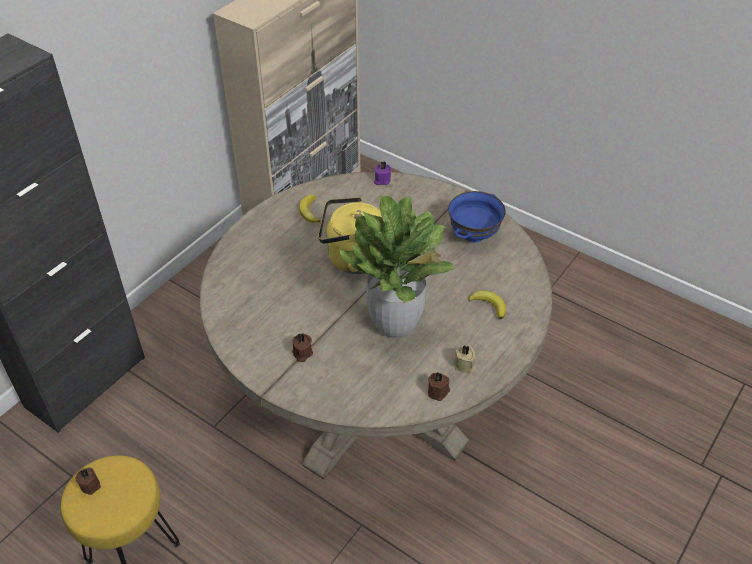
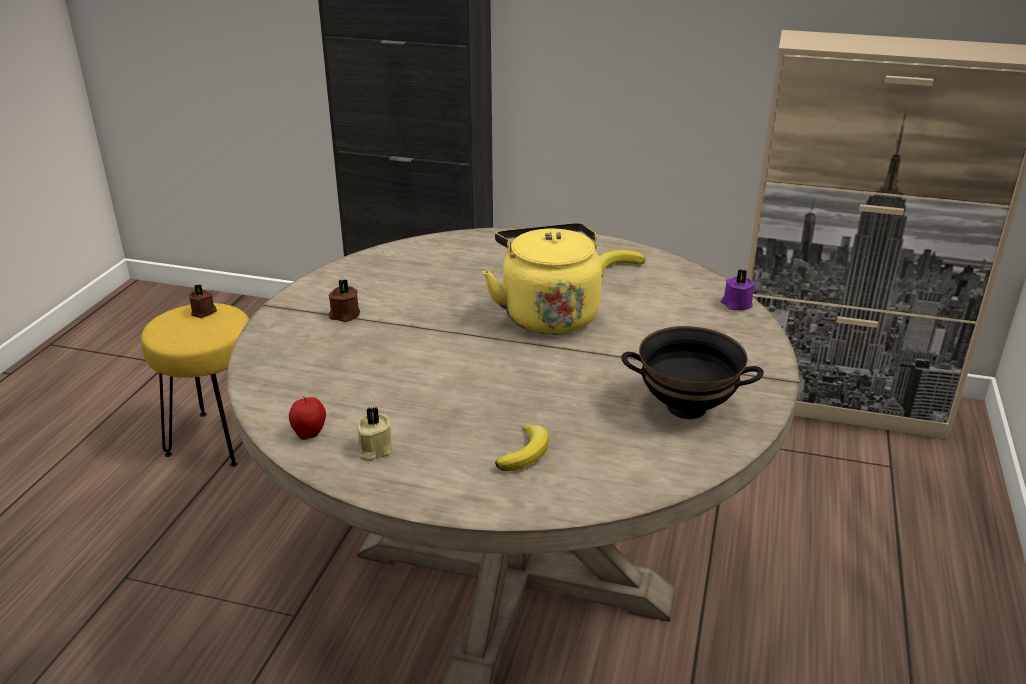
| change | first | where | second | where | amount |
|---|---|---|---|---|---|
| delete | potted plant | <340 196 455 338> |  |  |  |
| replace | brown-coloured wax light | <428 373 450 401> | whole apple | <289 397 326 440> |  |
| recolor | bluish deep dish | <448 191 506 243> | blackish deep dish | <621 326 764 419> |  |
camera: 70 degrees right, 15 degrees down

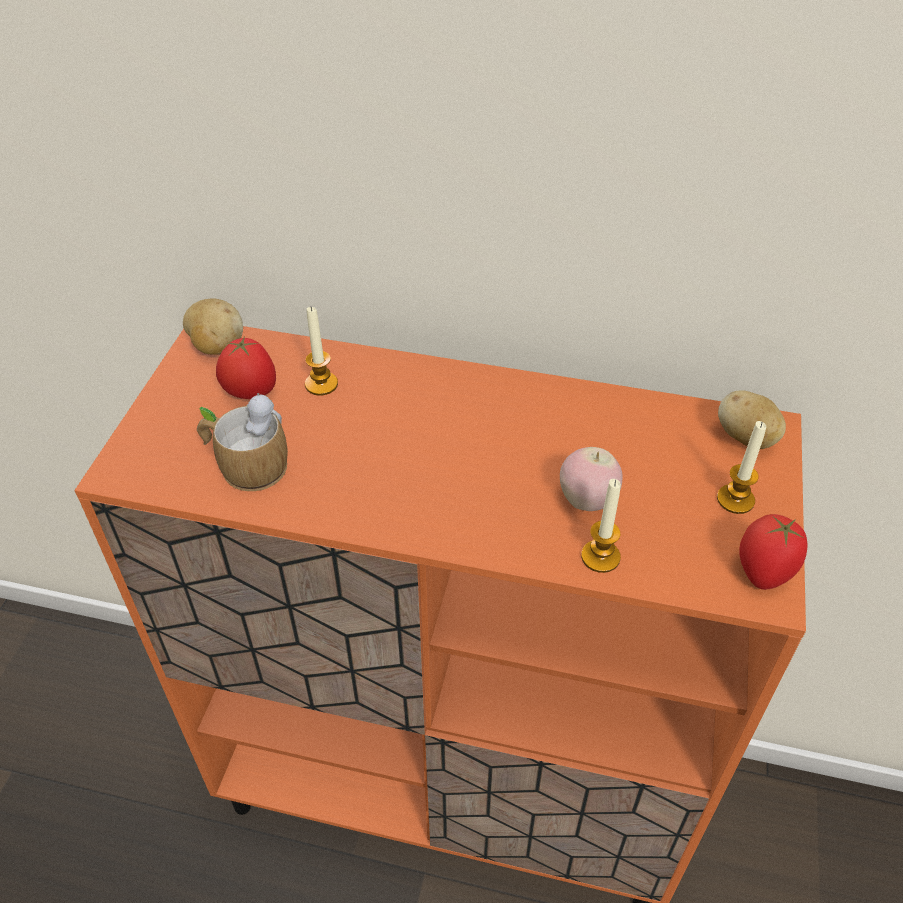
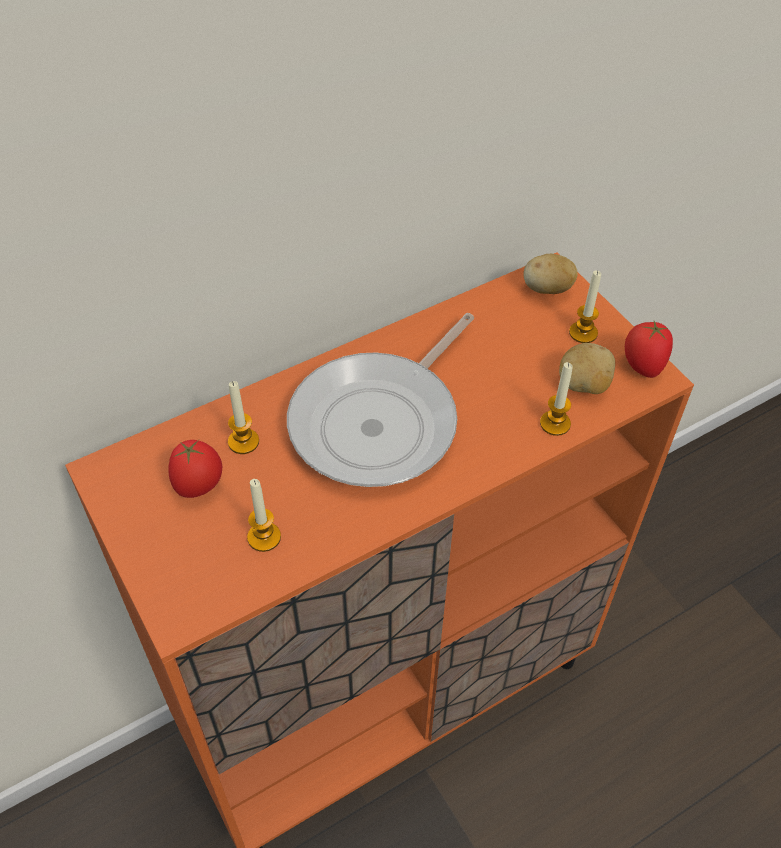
| change | first | where | second | where | amount |
|---|---|---|---|---|---|
| move | whole potato | <183 298 243 355> |  | <559 343 615 394> |  |
| replace | coffee mug | <197 393 288 491> | wax light | <247 479 281 552> |  |
| delete | whole apple | <560 447 623 511> |  |  |  |
| insert |  |  | skillet | <287 313 474 487> |  |
camera: 45 degrees left, 5 degrees up

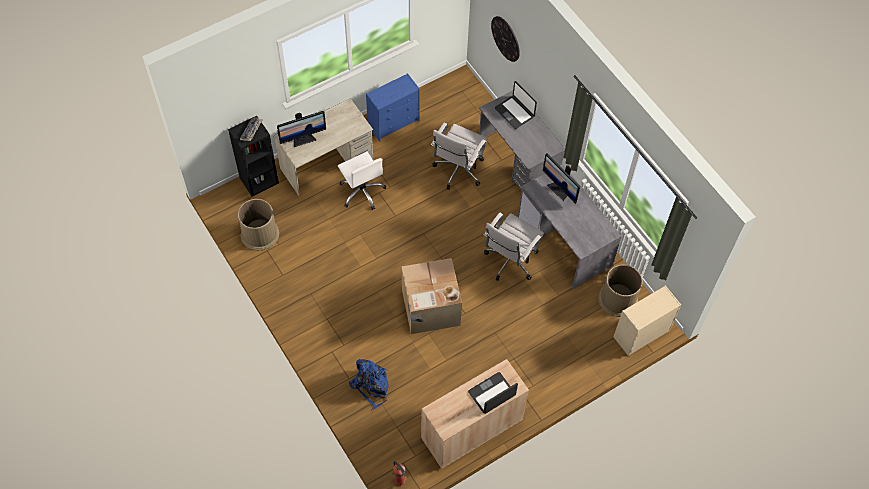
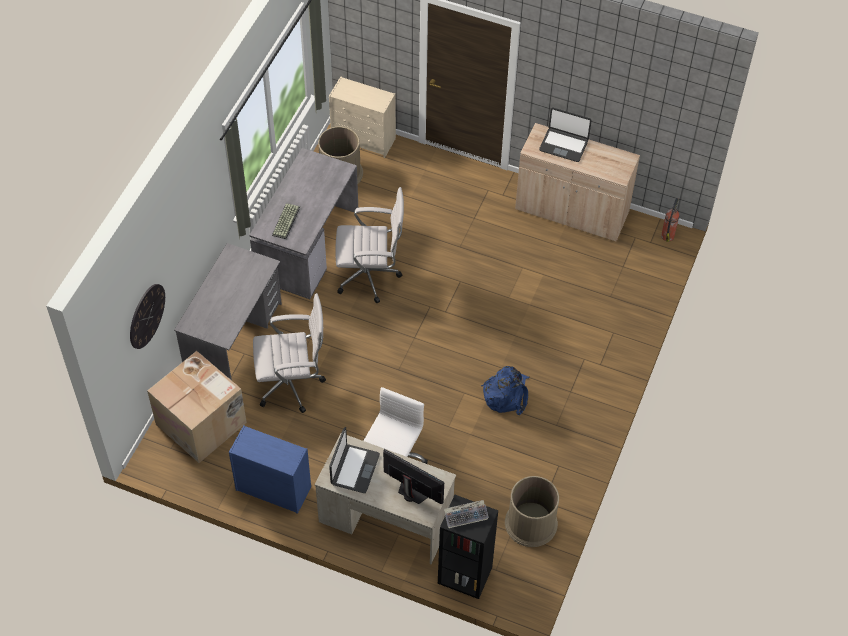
| change | first | where | second | where | amount |
|---|---|---|---|---|---|
| move | bluish backpack | <349 359 389 410> |  | <481 366 529 415> |  |
| move | packing box | <401 258 462 334> |  | <147 351 247 463> |  |
| move | laptop | <495 81 537 129> |  | <329 427 380 493> |  |
| replace | computer display | <543 154 580 204> | PC keyboard | <272 203 300 239> |  |
camera: 125 degrees left, 5 degrees down

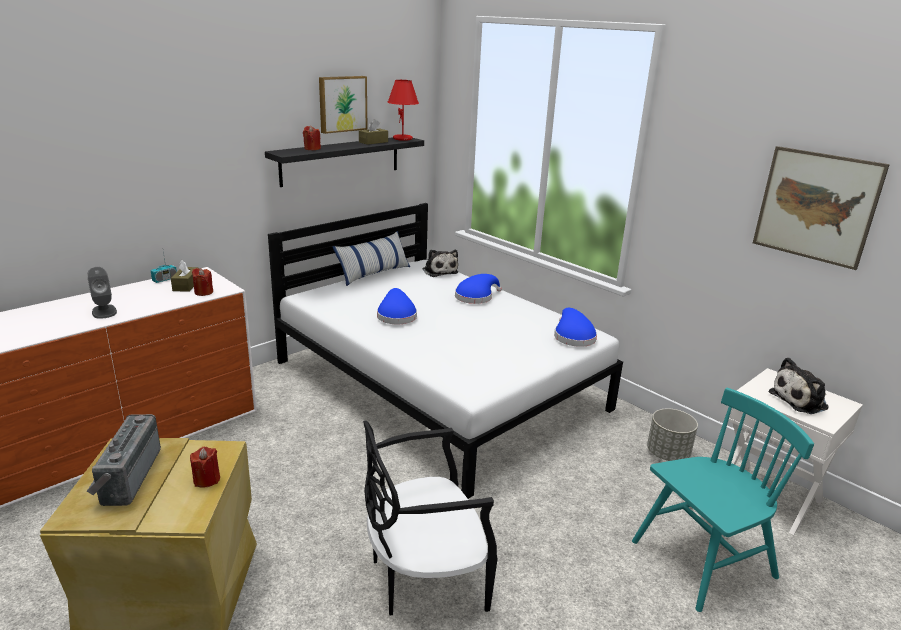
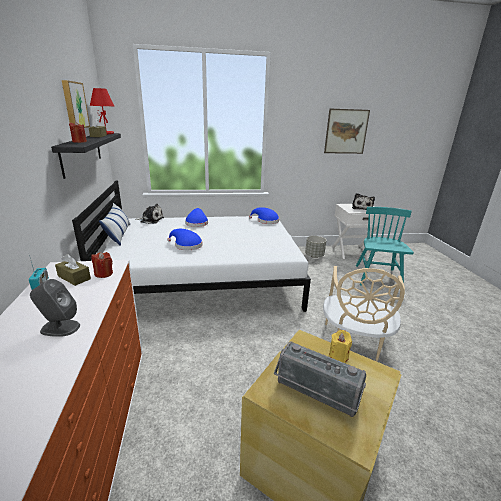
| change | first | where | second | where | amount |
|---|---|---|---|---|---|
| recolor | red wax light | <190 447 220 488> | yellowish wax light | <329 330 352 363> |  |
| recolor | blackish plain chair | <363 421 498 616> | beige plain chair | <323 266 405 362> |  |
camera: 55 degrees left, 0 degrees up

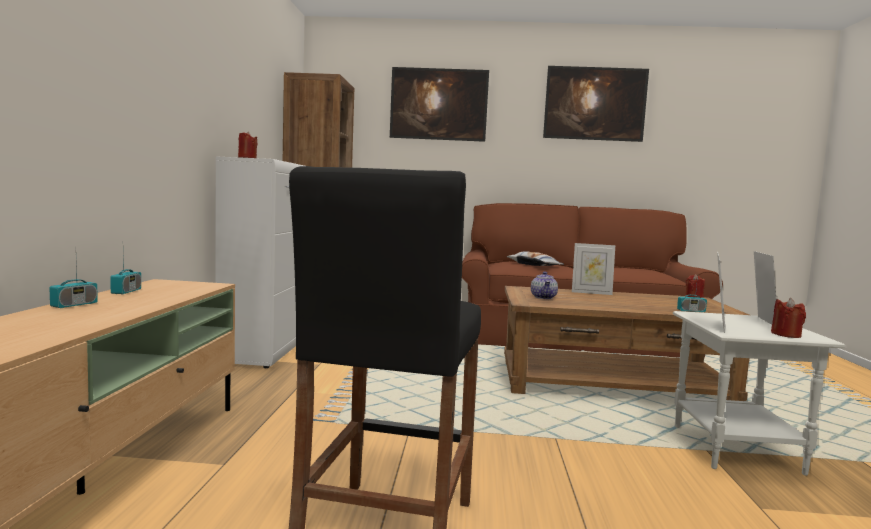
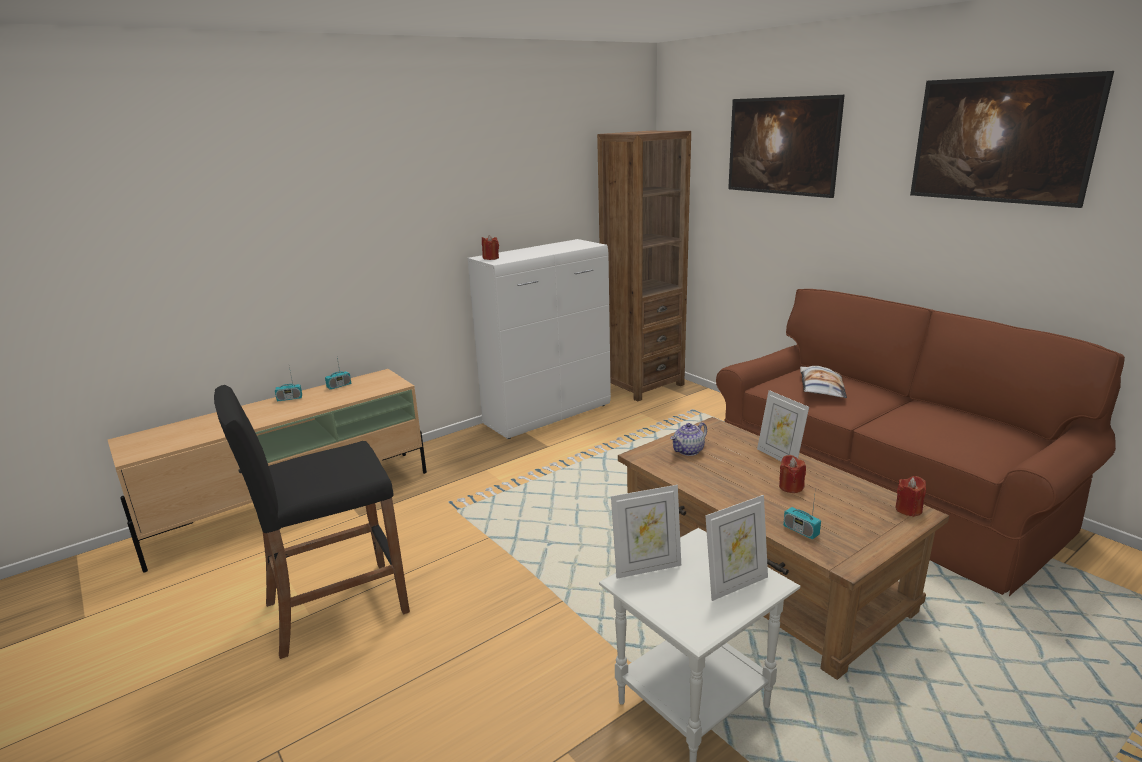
| change | first | where | second | where | amount |
|---|---|---|---|---|---|
| move | red wax light | <771 298 806 338> |  | <779 455 806 493> |  |
camera: 50 degrees right, 15 degrees up

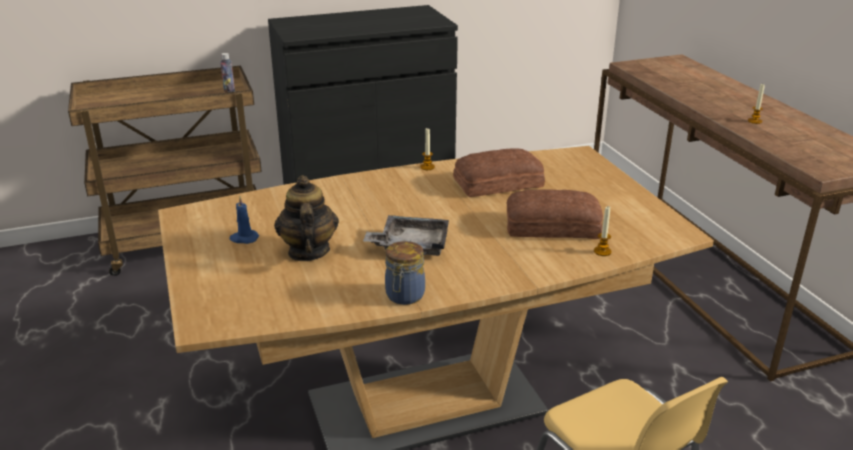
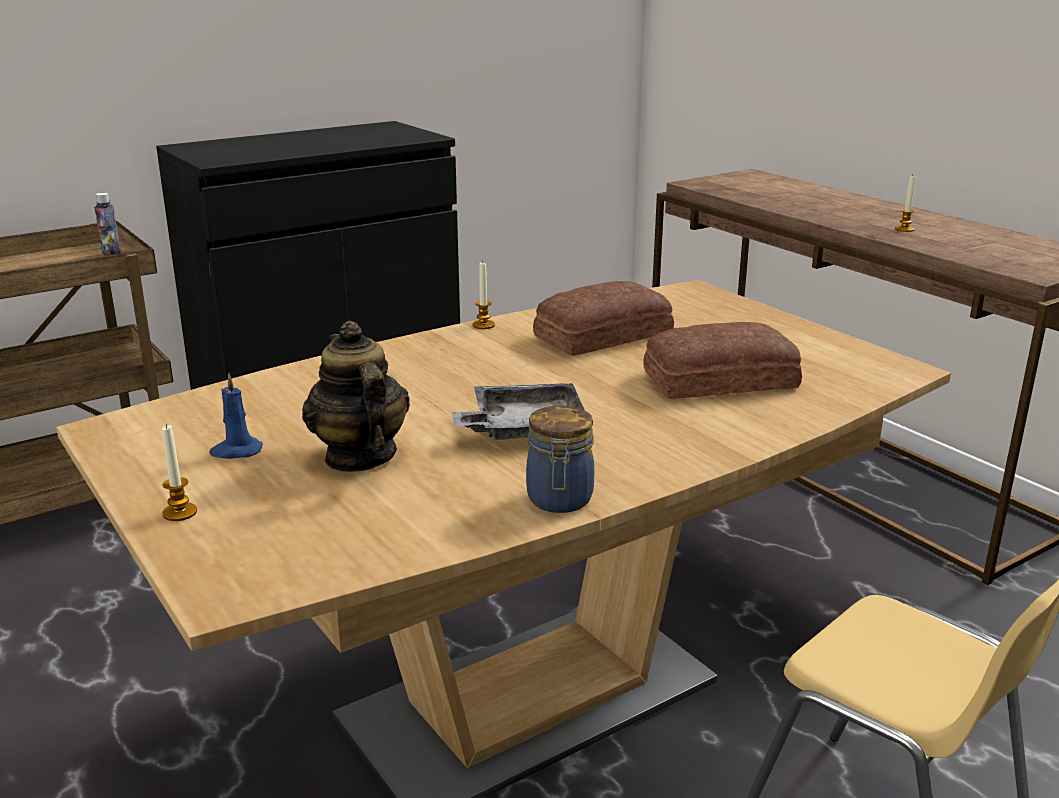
| change | first | where | second | where | amount |
|---|---|---|---|---|---|
| move | wax light | <594 206 612 256> |  | <162 424 197 521> |  |
camera: 15 degrees left, 5 degrees down

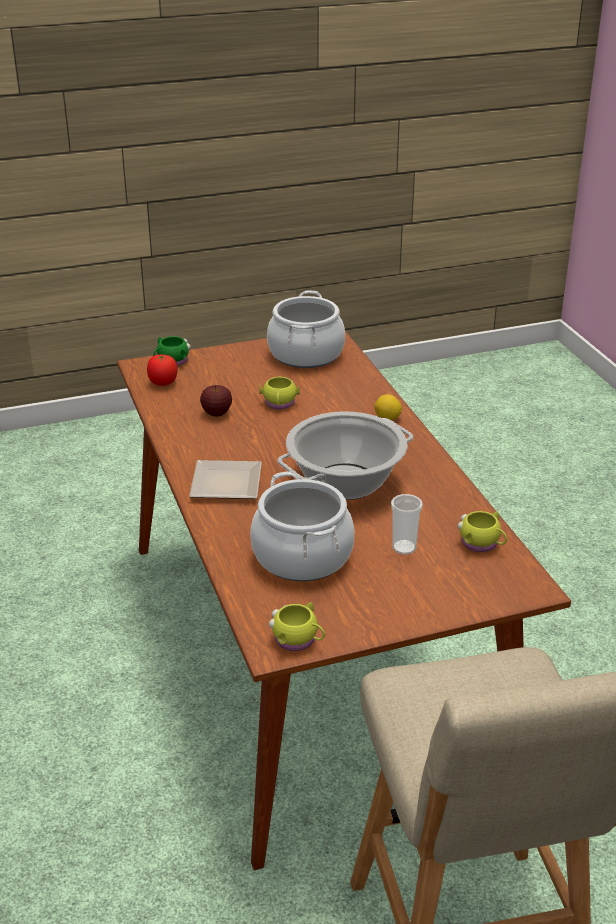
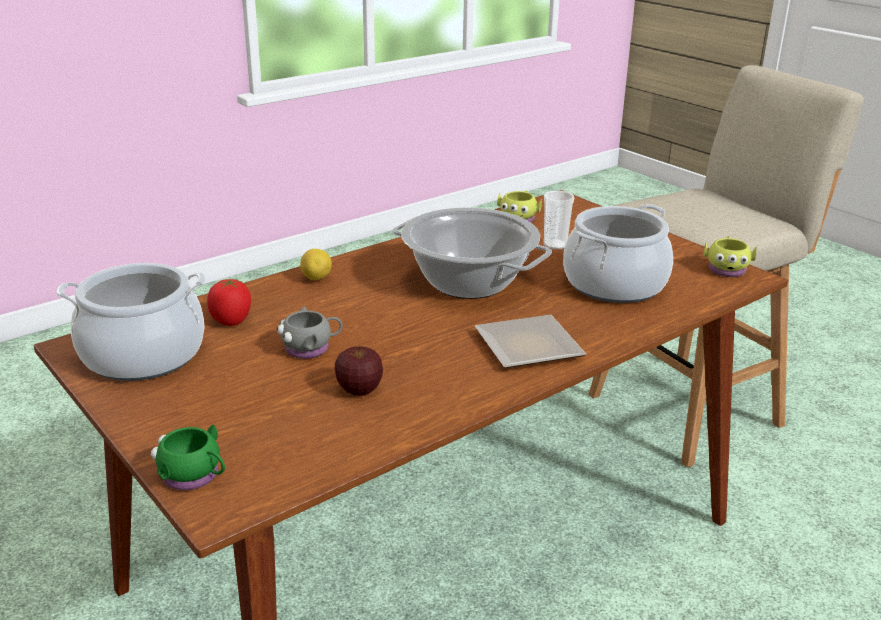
| change | first | where | second | where | amount |
|---|---|---|---|---|---|
| move | tomato | <147 354 178 386> |  | <207 279 251 326> |  |
| recolor | yellowish coffee mug | <259 377 300 409> | grey coffee mug | <277 307 343 359> |  |
camera: 110 degrees left, 5 degrees down

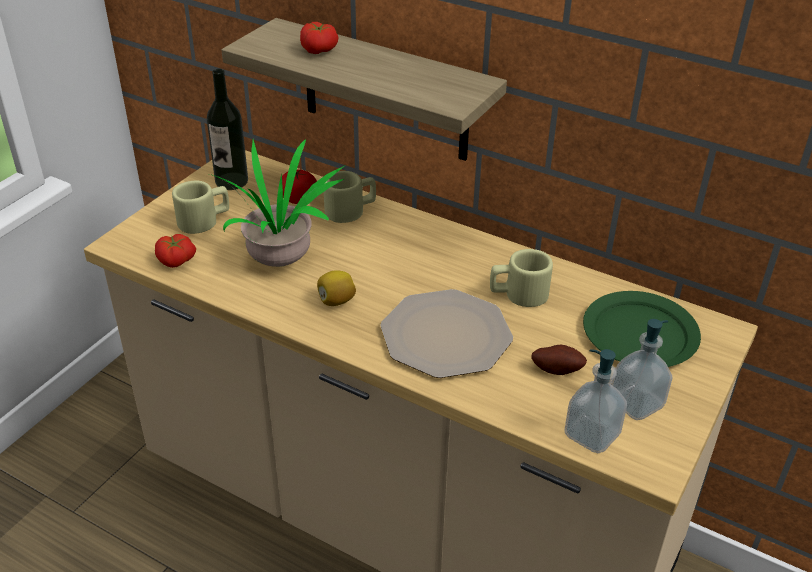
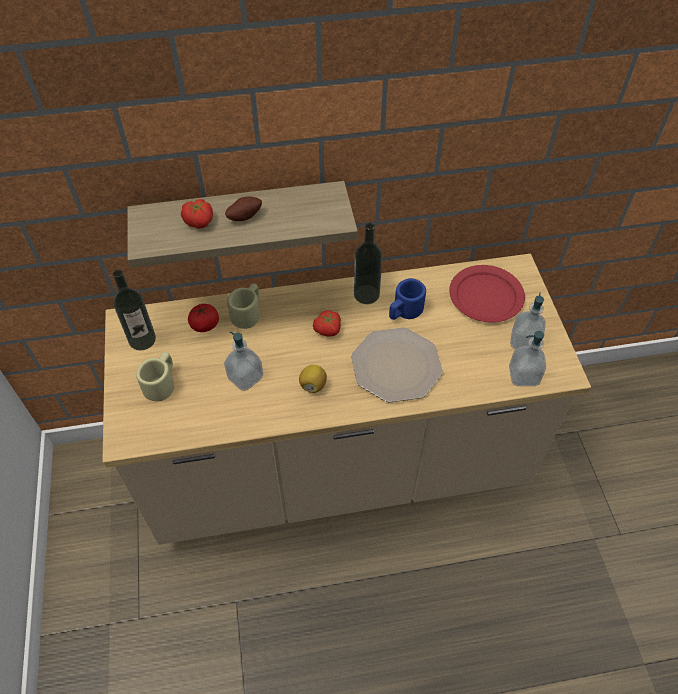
| change | first | where | second | where | amount |
|---|---|---|---|---|---|
| move | tomato | <155 234 196 268> |  | <313 310 341 337> |  |
| replace | potted plant | <210 139 344 267> | soap dispenser | <224 331 263 391> |  |
| recolor | beige coffee mug | <490 249 553 307> | bluish coffee mug | <389 278 426 320> |  |
| move | whole potato | <531 345 587 375> |  | <225 196 262 221> |  |
| recolor | green flat dish | <583 291 701 367> | red flat dish | <449 265 525 323> |  |
| insert |  |  | drink bottle | <354 223 382 304> |  |
camera: 40 degrees left, 15 degrees up

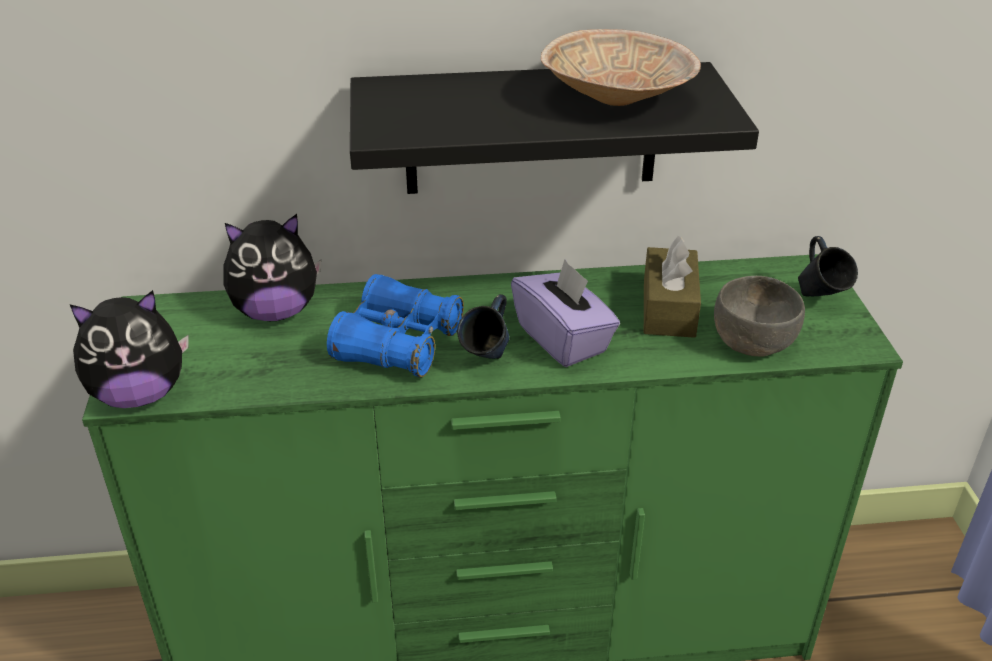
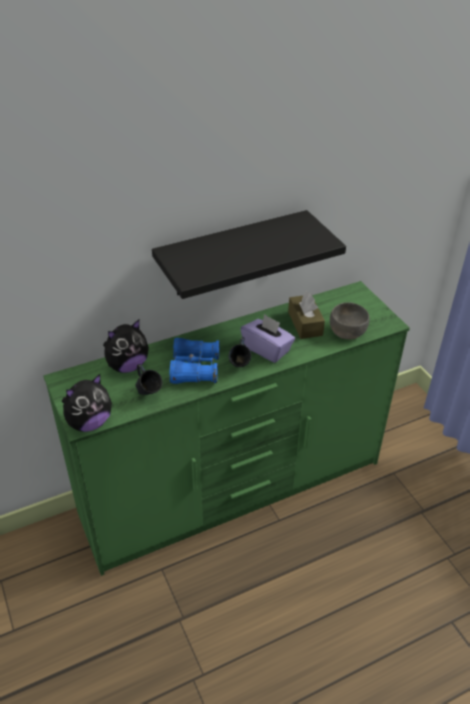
| change | first | where | second | where | amount |
|---|---|---|---|---|---|
| delete | beige deep dish | <541 29 701 106> |  |  |  |
| move | bluish coffee mug | <798 236 858 296> |  | <136 364 162 395> |  |
camera: 20 degrees left, 5 degrees up

